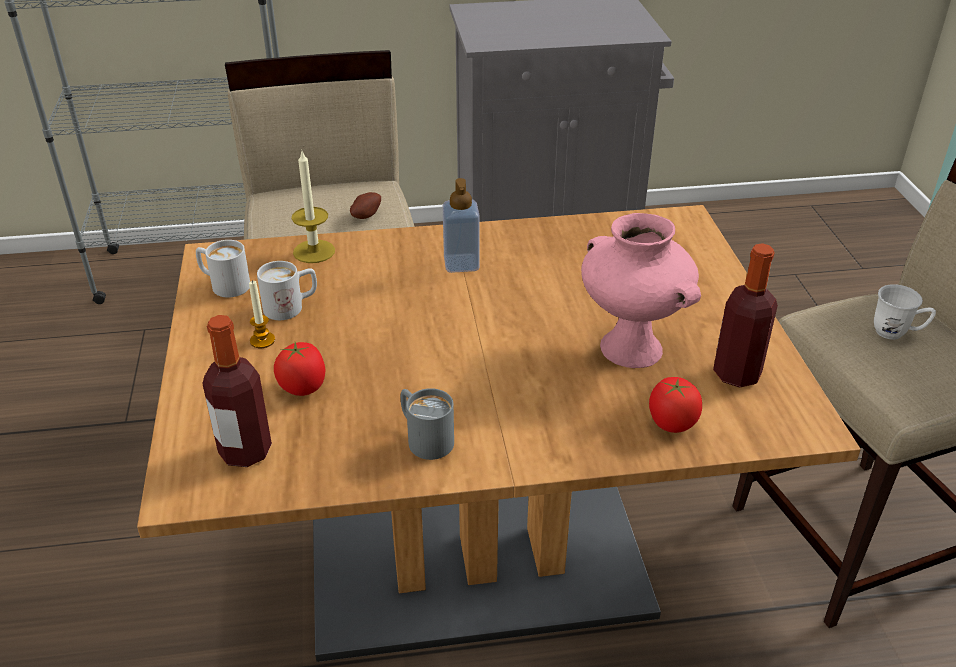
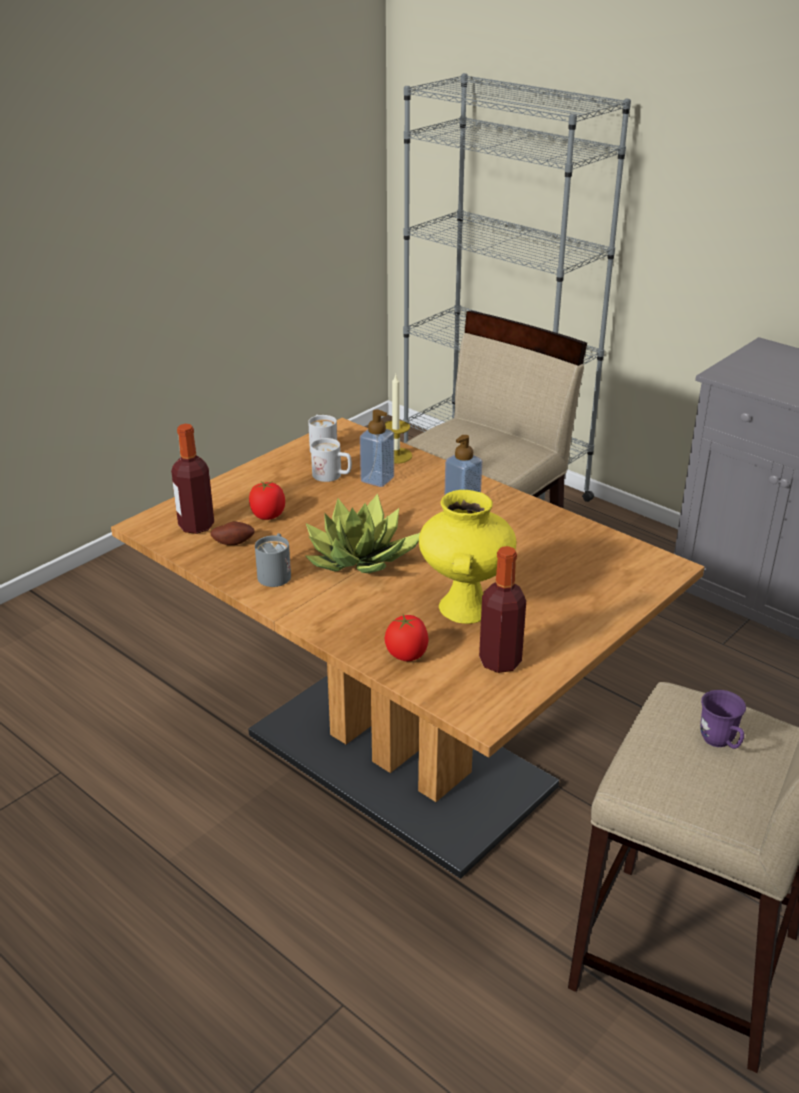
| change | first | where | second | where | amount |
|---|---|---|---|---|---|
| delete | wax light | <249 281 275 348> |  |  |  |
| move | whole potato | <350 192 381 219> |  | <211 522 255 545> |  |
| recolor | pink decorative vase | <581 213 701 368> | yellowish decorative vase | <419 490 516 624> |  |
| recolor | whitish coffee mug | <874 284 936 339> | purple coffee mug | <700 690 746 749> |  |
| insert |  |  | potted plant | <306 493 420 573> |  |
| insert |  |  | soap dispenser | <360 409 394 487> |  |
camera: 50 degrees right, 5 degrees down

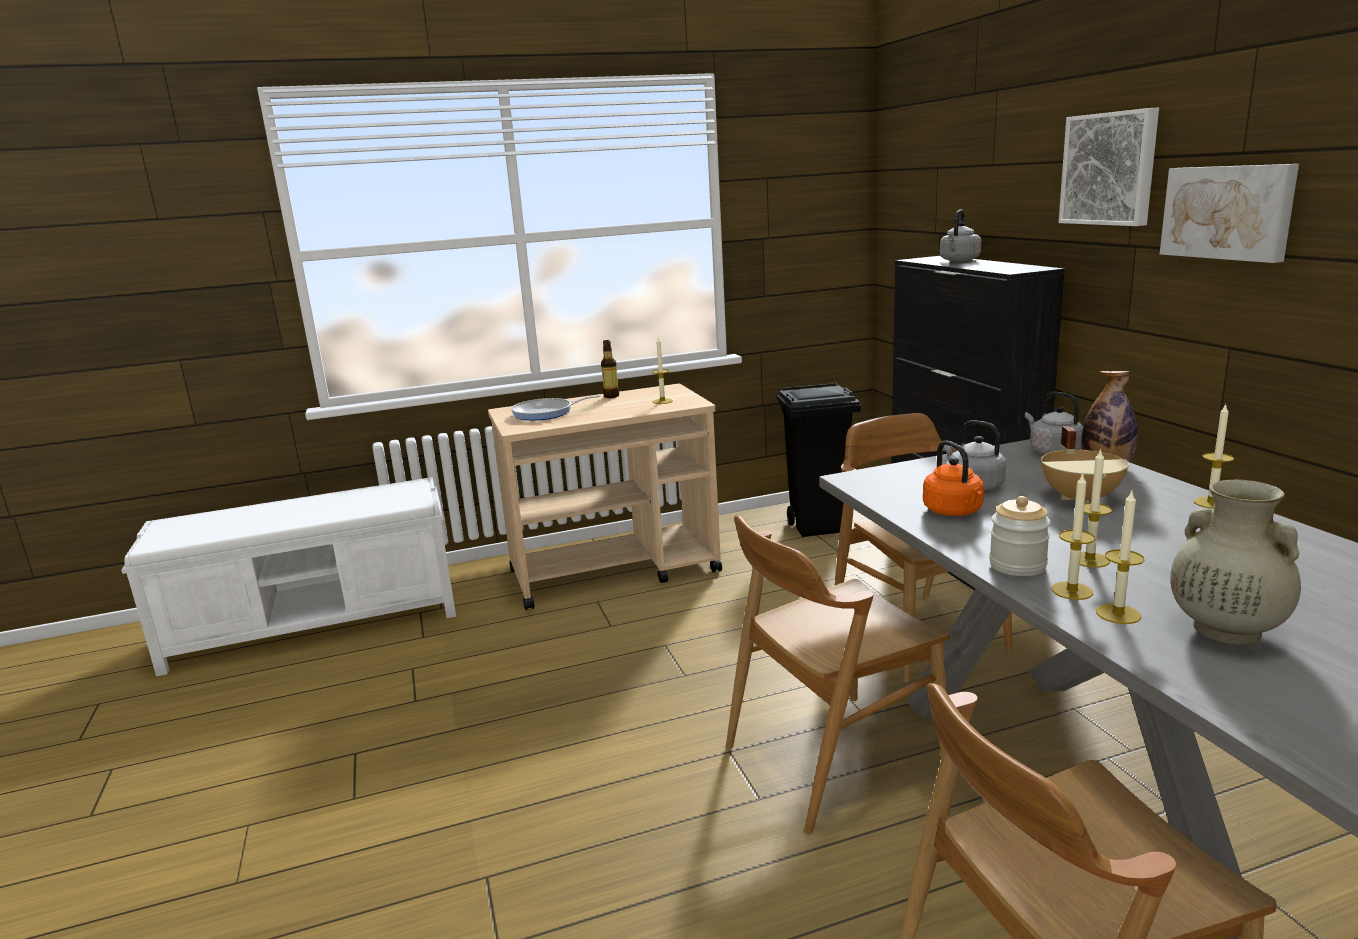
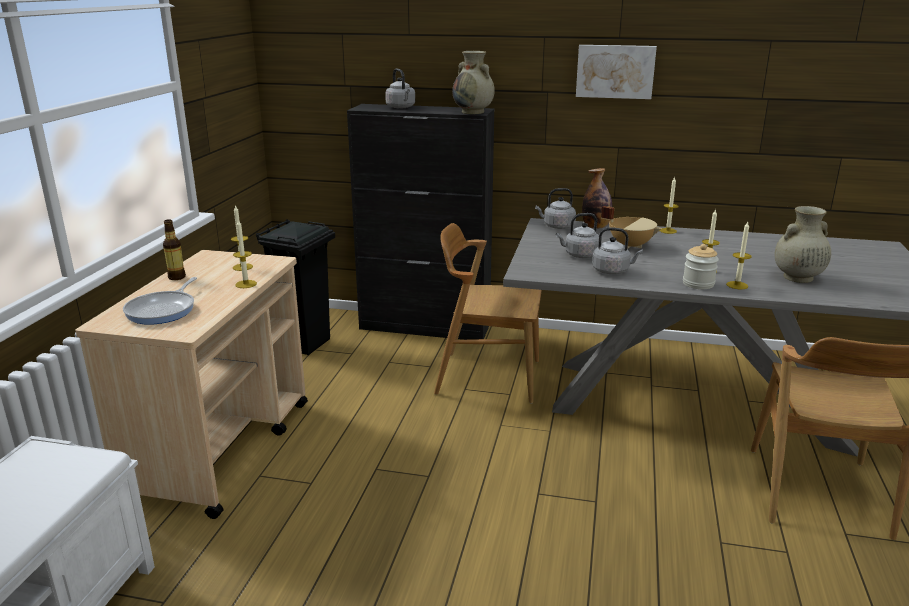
| change | first | where | second | where | amount |
|---|---|---|---|---|---|
| delete | brown-coloured plain chair | <726 515 950 834> |  |  |  |
| recolor | orangey kettle | <923 441 984 516> | grey kettle | <592 227 643 274> |  |
| delete | picture | <1059 108 1159 226> |  |  |  |
| move | wax light | <1096 491 1145 624> |  | <233 220 257 288> |  |
| insert |  |  | beige decorative vase | <452 51 495 114> |  |
camera: 60 degrees left, 5 degrees up

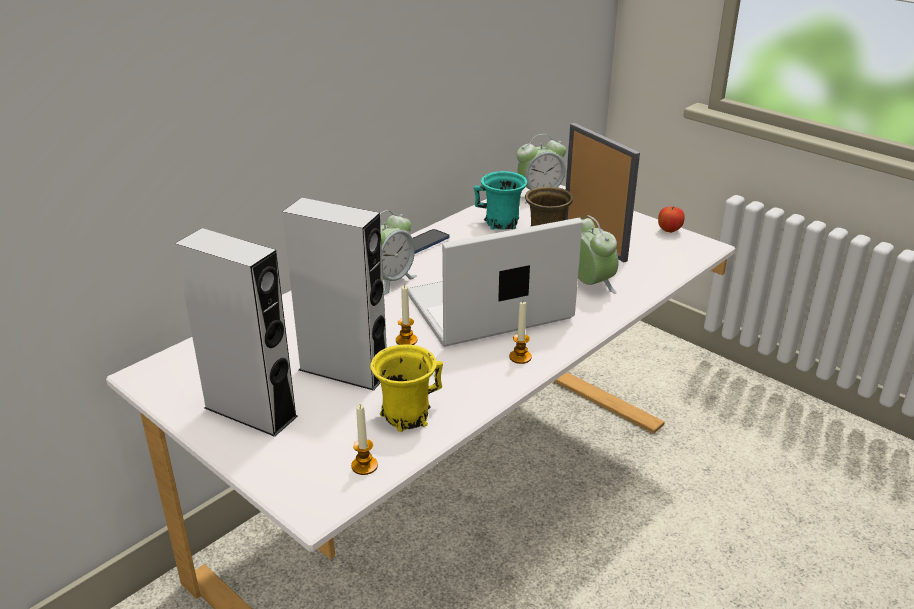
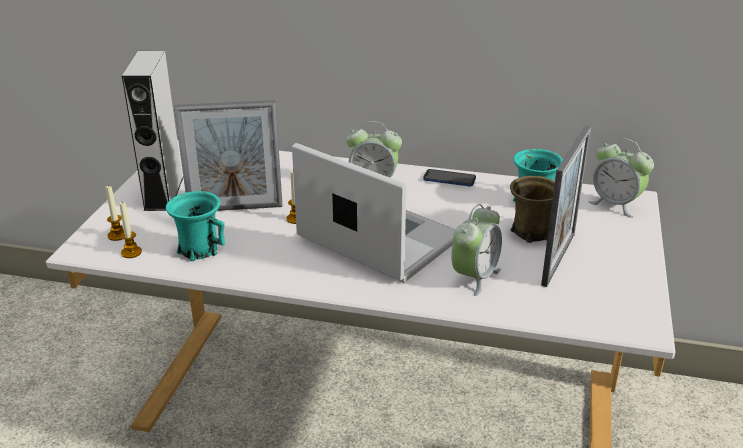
| change | first | where | second | where | amount |
|---|---|---|---|---|---|
| replace | grey loudspeaker | <282 198 387 391> | picture frame | <174 100 283 211> |  |
| recolor | yellowish coffee mug | <371 344 443 432> | turquoise coffee mug | <166 191 225 261> |  |
| move | wax light | <509 302 532 364> |  | <106 185 124 241> |  |
| delete | whole apple | <658 207 685 233> |  |  |  |
camera: 60 degrees right, 0 degrees up

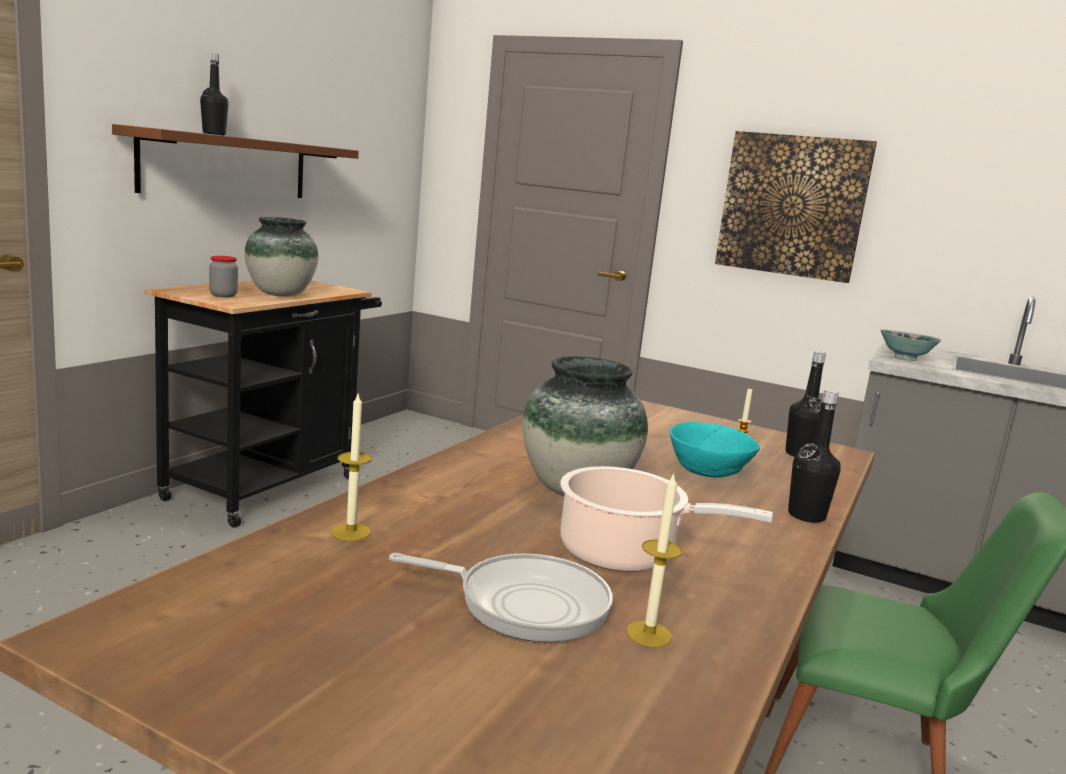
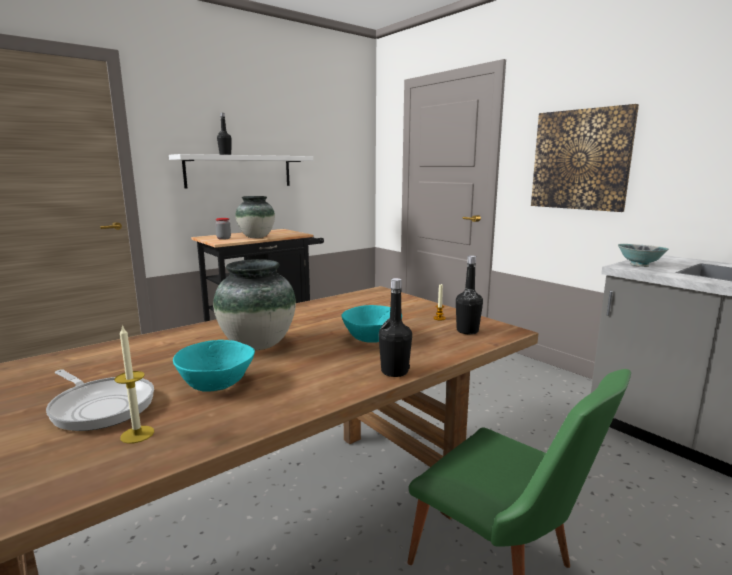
| change | first | where | second | where | amount |
|---|---|---|---|---|---|
| recolor | brown-coloured bracket shelf | <112 124 359 198> | whitish bracket shelf | <169 154 313 189> |  |
| delete | wax light | <331 394 372 541> |  |  |  |
| replace | saucepot | <560 466 773 572> | turquoise deep dish | <173 340 255 392> |  |
camera: 25 degrees right, 0 degrees up

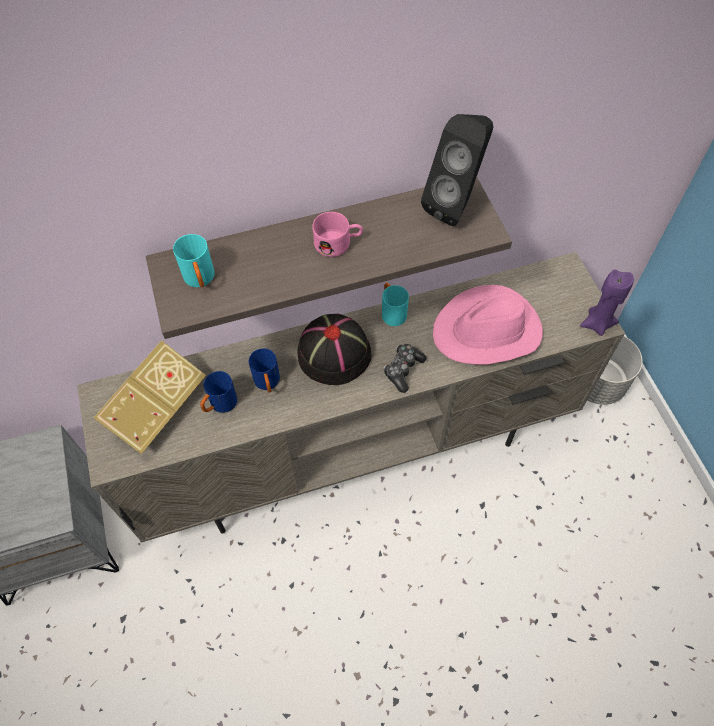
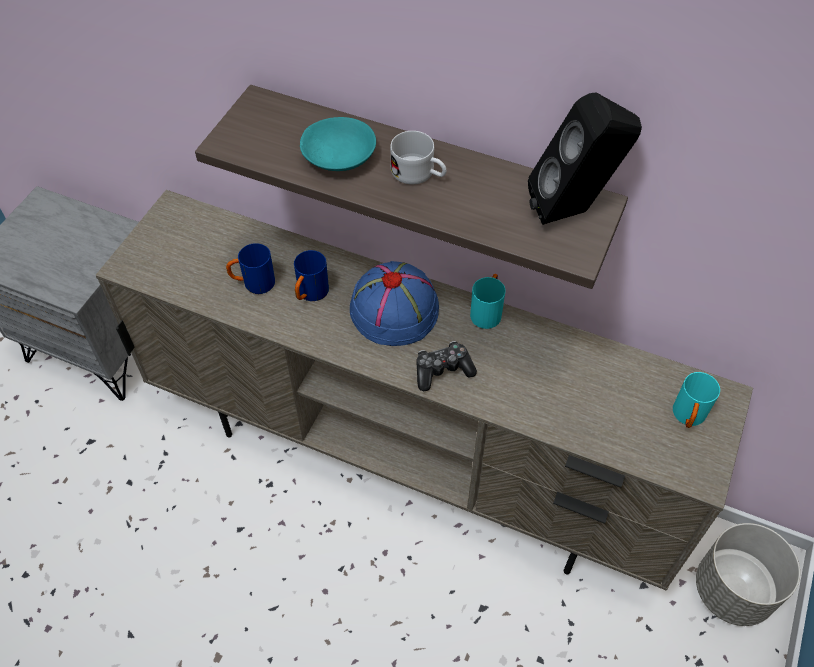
| change | first | where | second | where | amount |
|---|---|---|---|---|---|
| delete | bound book | <94 340 206 454> |  |  |  |
| move | turquoise coffee mug | <173 234 215 287> |  | <673 372 720 428> |  |
| recolor | blackish wearable hat | <297 313 372 385> | bluish wearable hat | <350 261 439 346> |  |
| recolor | pink coffee mug | <312 212 363 257> | whitish coffee mug | <390 131 447 184> |  |
| delete | pink wearable hat | <433 285 543 365> |  |  |  |
| delete | purple wax light | <580 270 634 336> |  |  |  |
| insert |  |  | turquoise deep dish | <300 117 376 171> |  |
camera: 40 degrees right, 5 degrees down

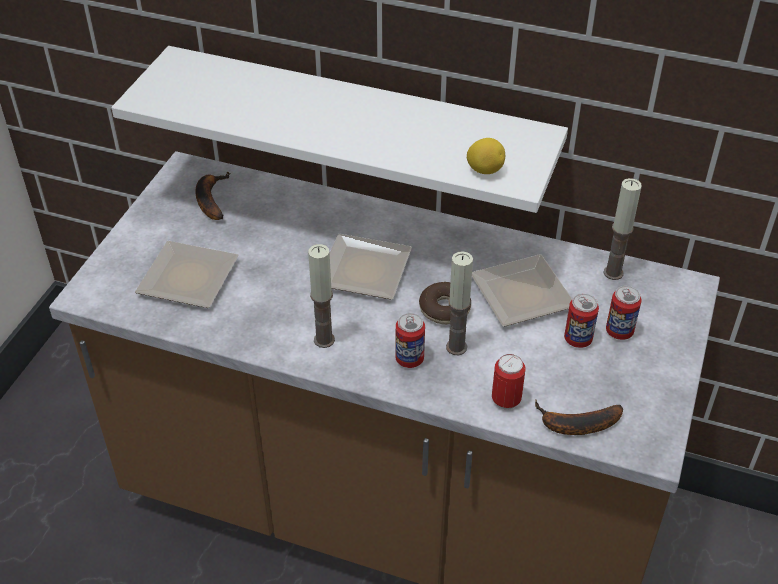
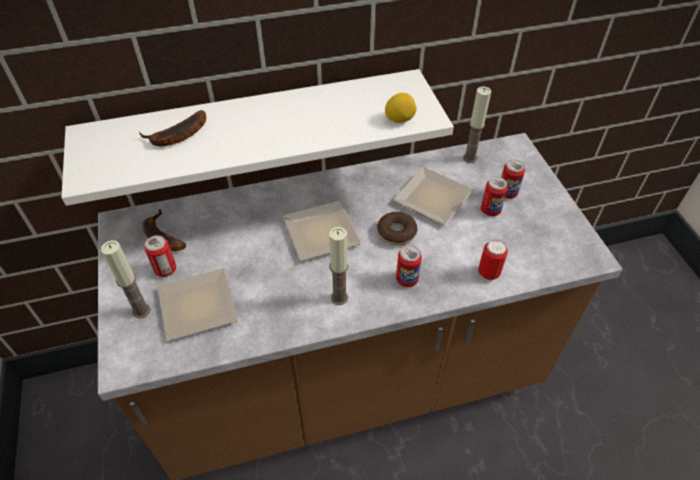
| change | first | where | second | where | amount |
|---|---|---|---|---|---|
| move | wax light | <446 251 473 355> |  | <101 240 151 318> |  |
| move | banana | <535 400 623 435> |  | <139 110 206 146> |  |
| insert |  |  | metal can | <144 235 176 277> |  |
camera: 35 degrees left, 5 degrees up

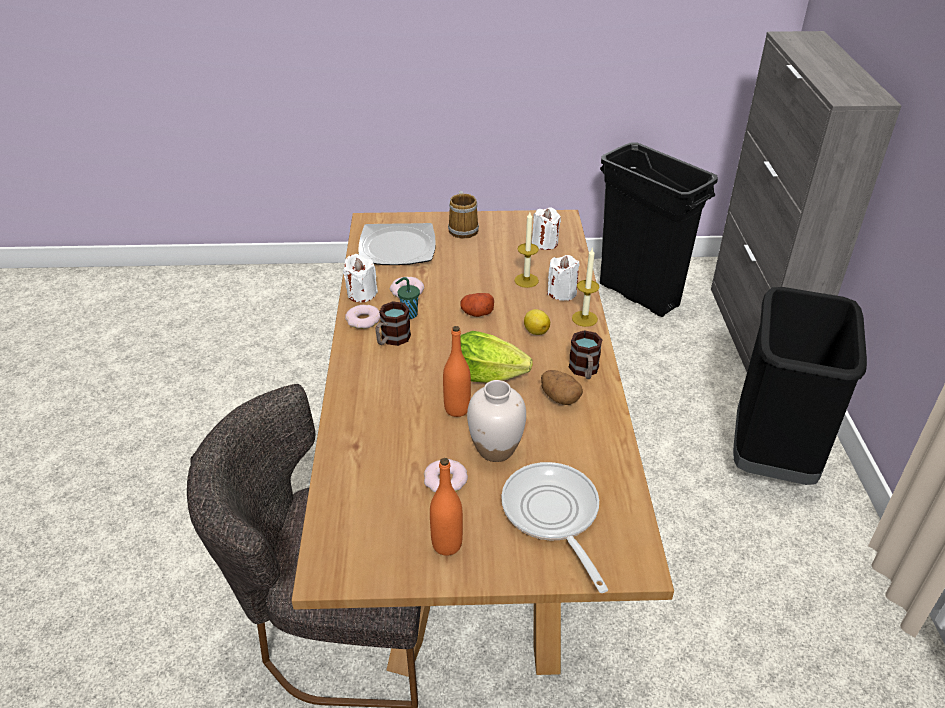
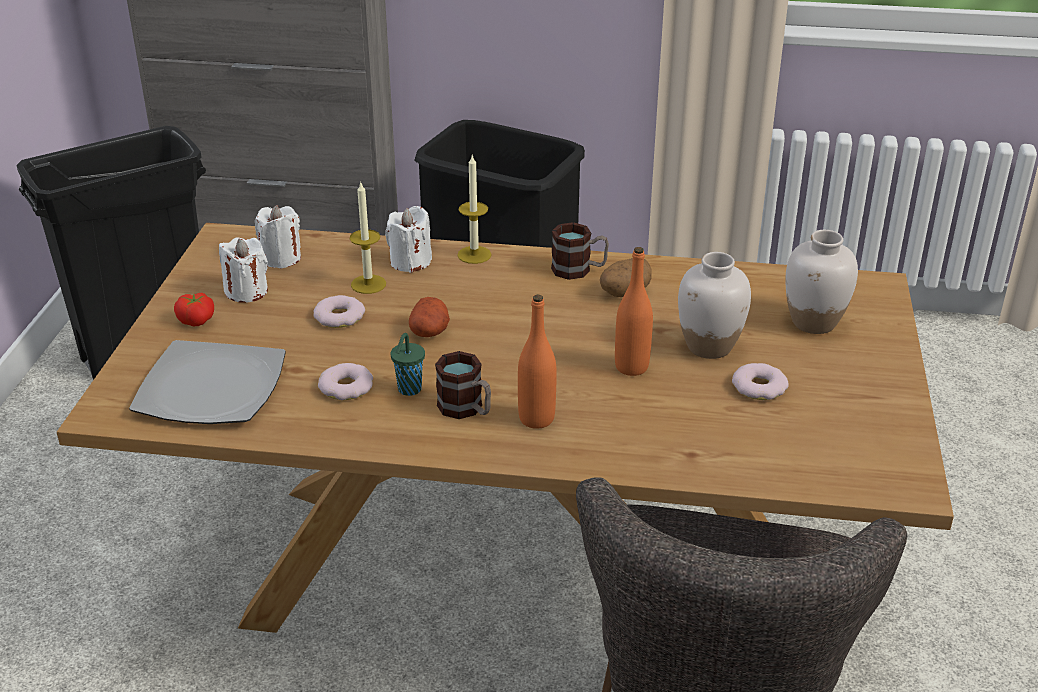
| change | first | where | second | where | amount |
|---|---|---|---|---|---|
| move | whitish wax light | <343 254 378 302> |  | <219 238 268 303> |  |
| move | ring doughnut | <345 305 380 329> |  | <313 295 365 328> |  |
| move | orangey drink bottle | <430 458 463 556> |  | <518 295 557 429> |  |
| replace | coffee mug | <448 191 479 239> | tomato | <174 293 214 326> |  |
| delete | lettuce | <460 331 533 383> |  |  |  |
| replace | skillet | <501 462 608 593> | whitish decorative vase | <785 230 858 334> |  |
| delete | whole lemon | <524 309 550 335> |  |  |  |
camera: 80 degrees left, 5 degrees down

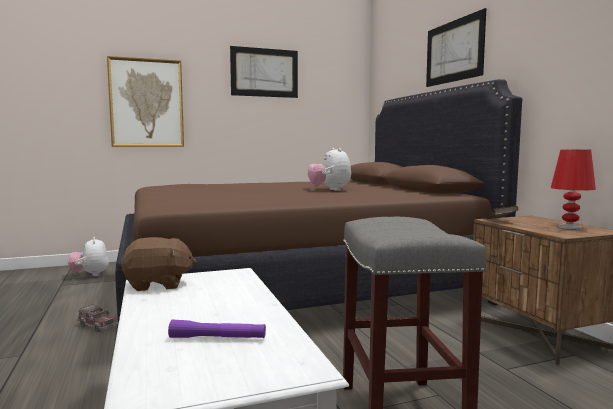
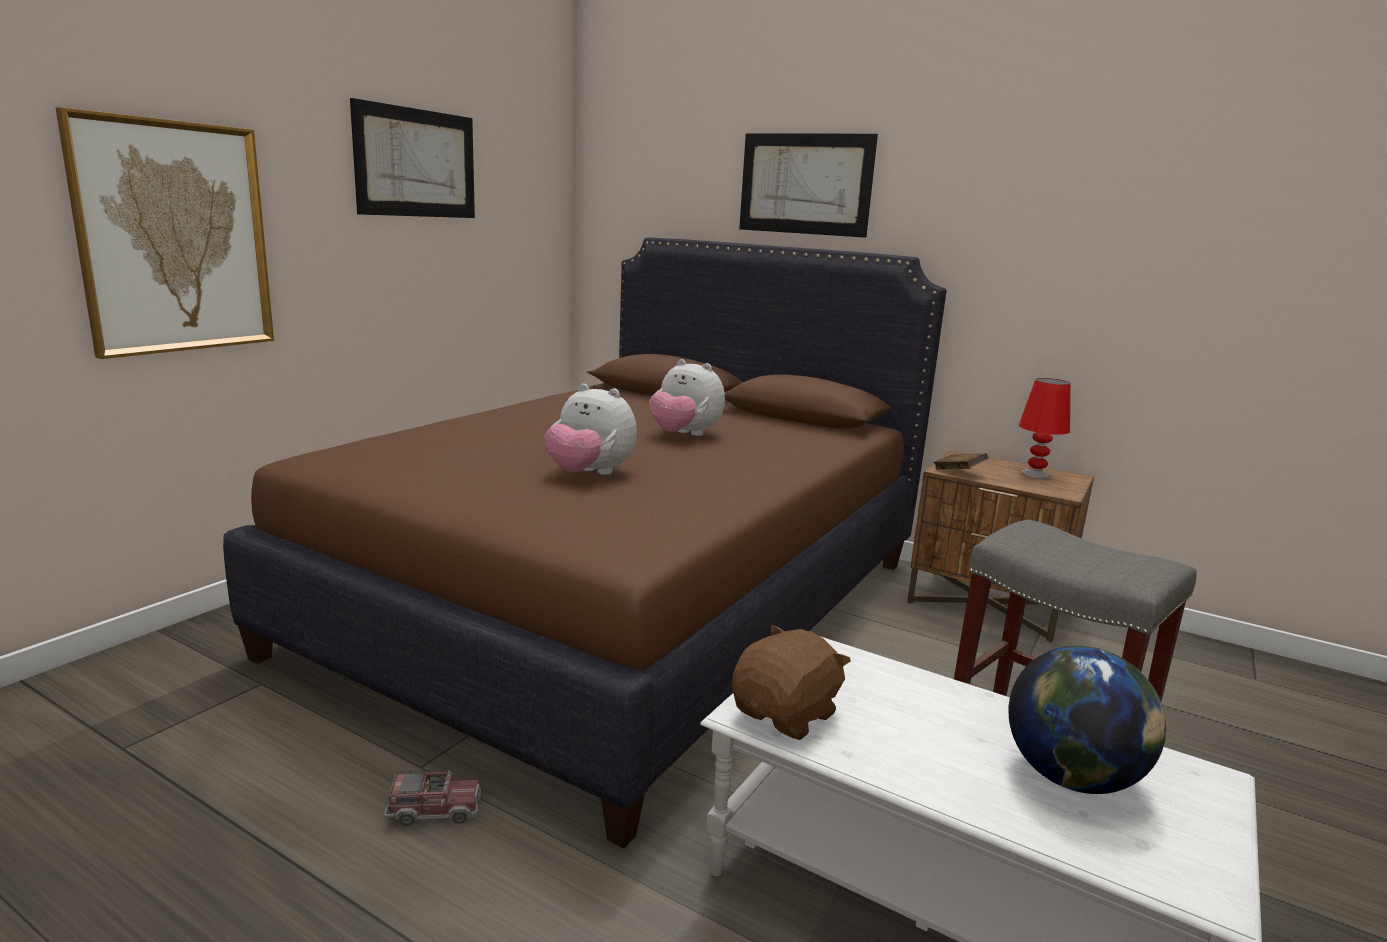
| change | first | where | second | where | amount |
|---|---|---|---|---|---|
| move | plush toy | <68 237 109 276> |  | <545 383 637 475> |  |
| replace | purple hand torch | <168 320 266 338> | desk globe | <1008 646 1166 794> |  |
camera: 40 degrees left, 10 degrees up

